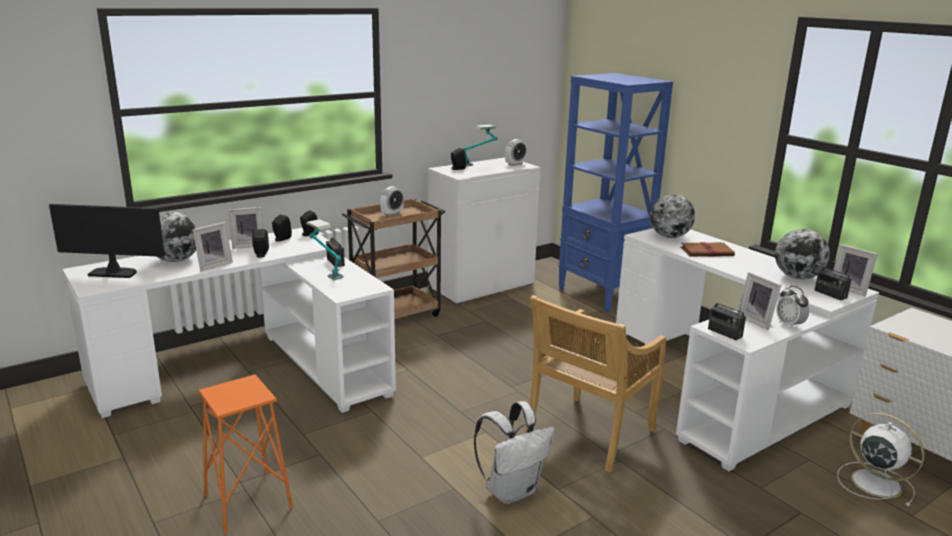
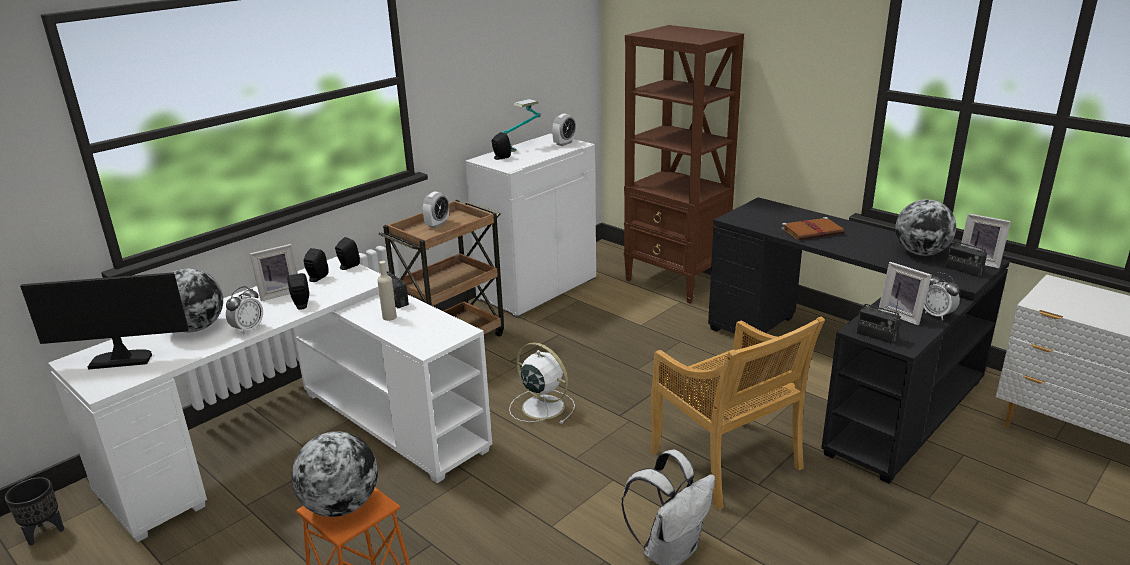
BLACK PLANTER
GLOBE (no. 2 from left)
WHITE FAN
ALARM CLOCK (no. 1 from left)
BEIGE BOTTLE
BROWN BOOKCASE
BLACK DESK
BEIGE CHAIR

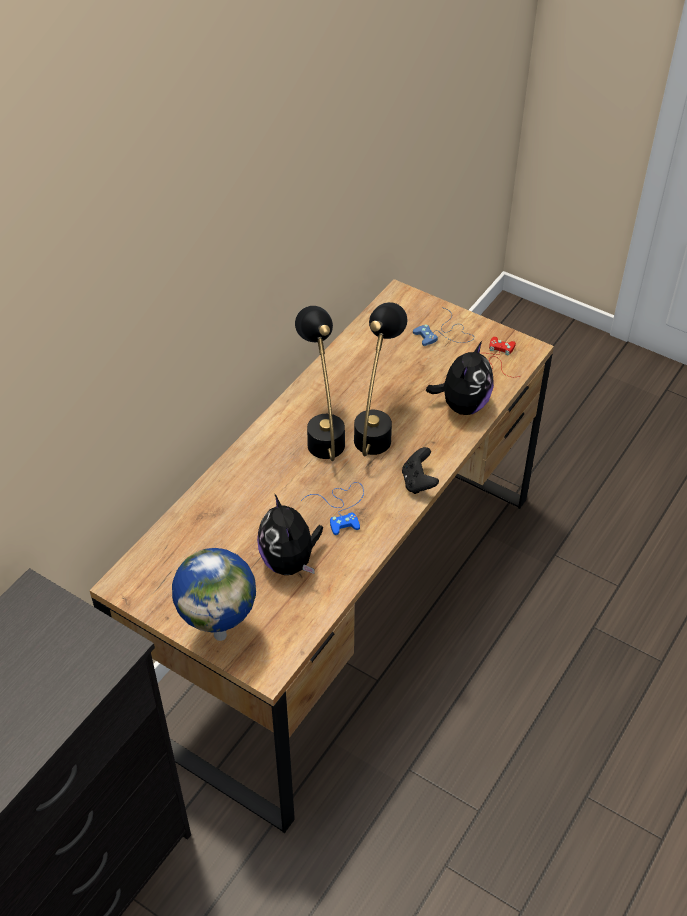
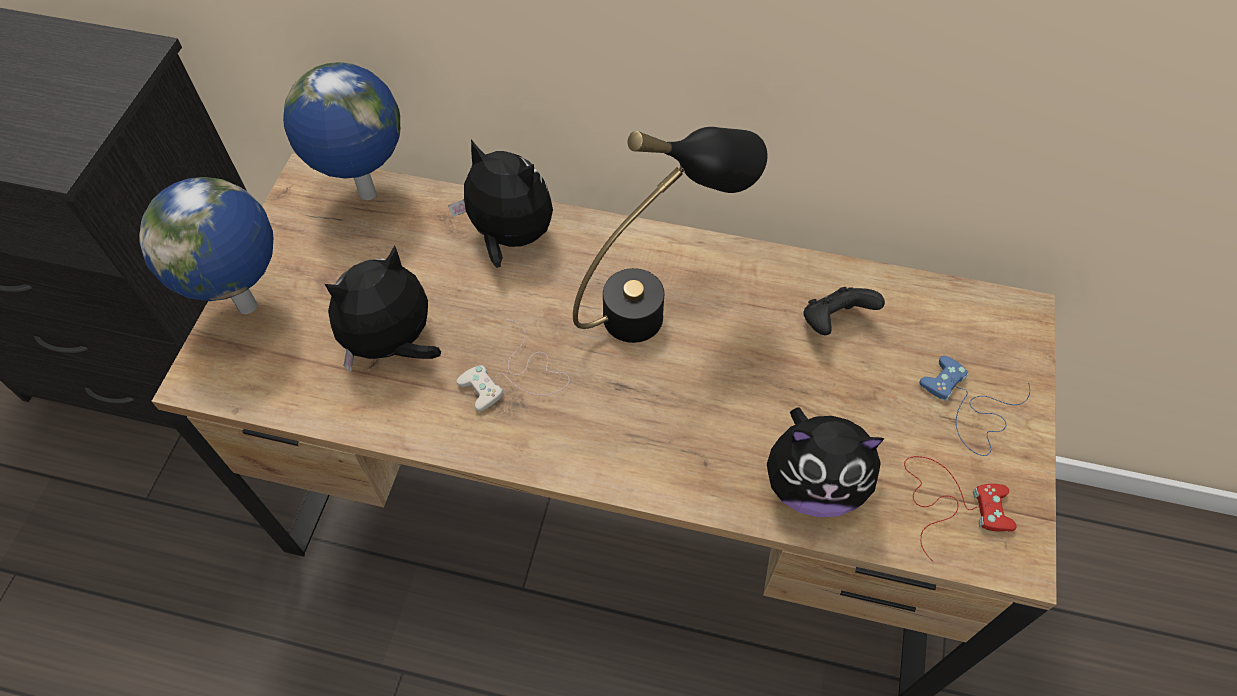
BLACK TABLE LAMP (no. 2 from left in the first image)
GLOBE (no. 2 from left)
PLUSH TOY (no. 2 from left)
BLACK GAME CONTROLLER
WHITE GAME CONTROLLER

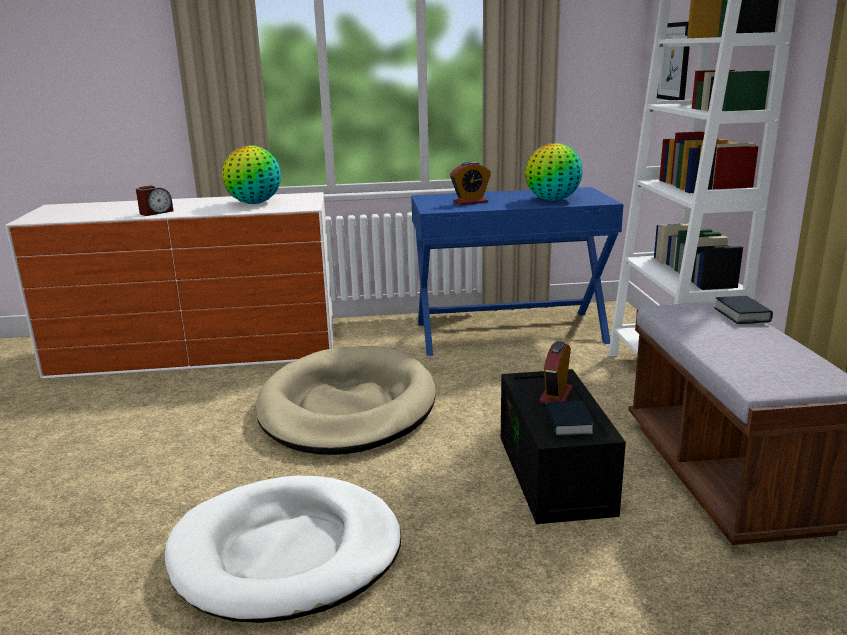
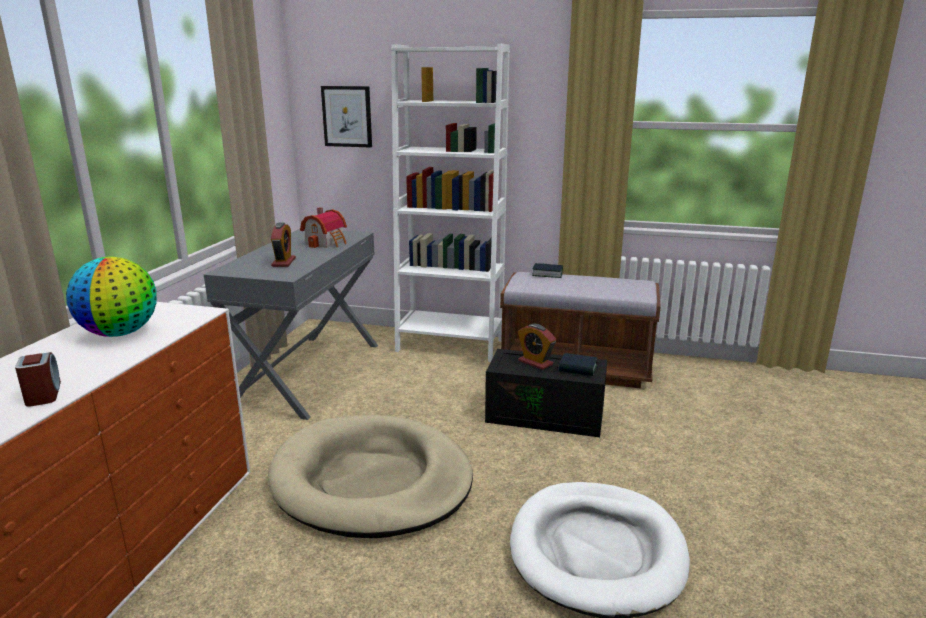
TOY HOUSE
GREY DESK

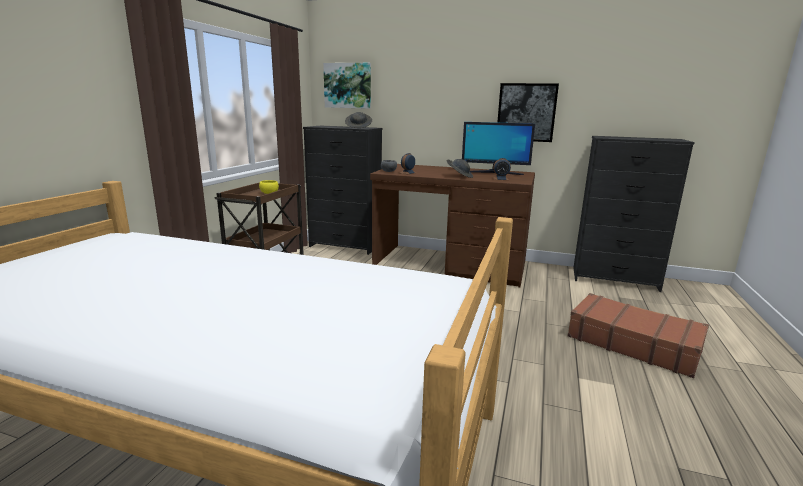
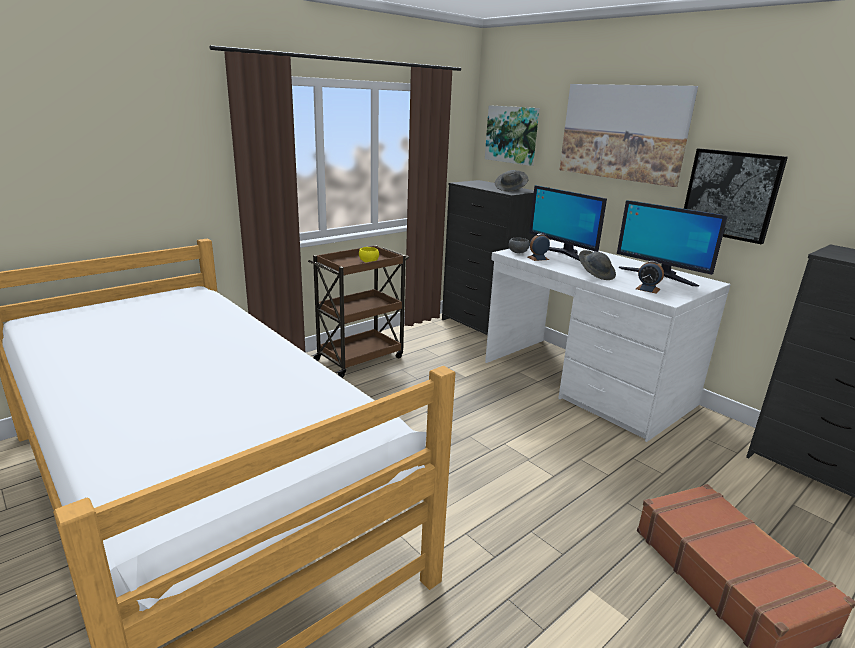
MONITOR (no. 1 from left)
PICTURE (no. 2 from left)
WHITE DESK

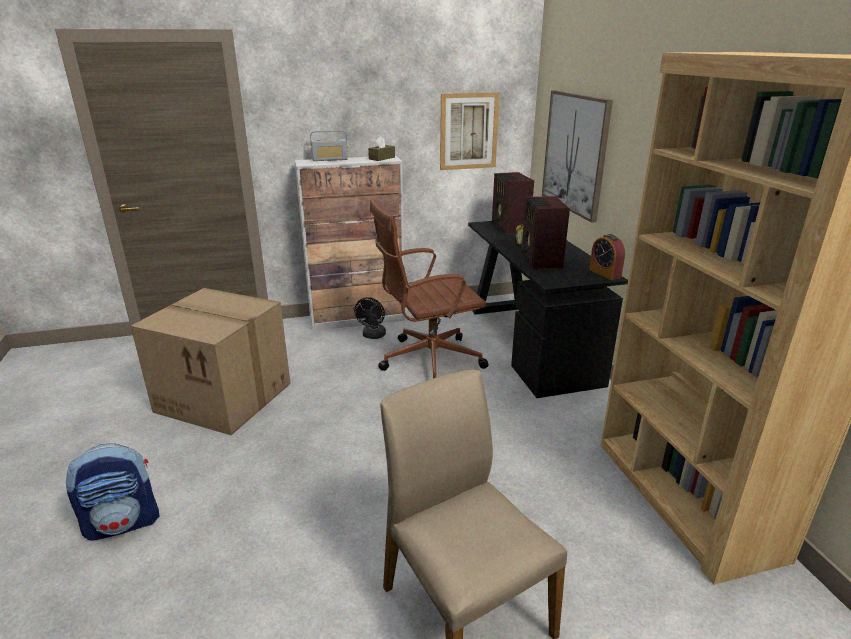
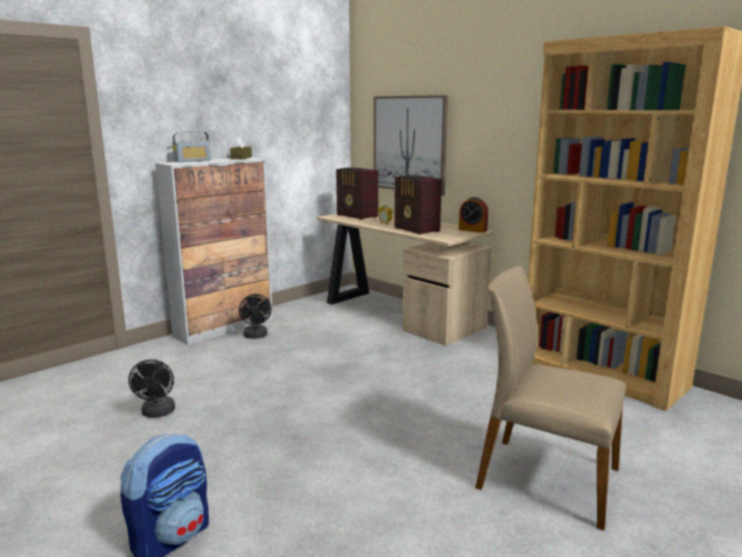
BROWN OFFICE CHAIR
PICTURE (no. 1 from left in the first image)
BLACK FAN (no. 1 from left)
BEIGE DESK

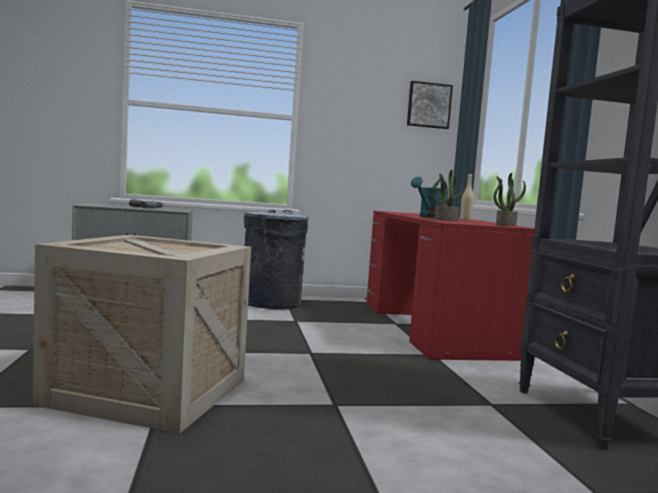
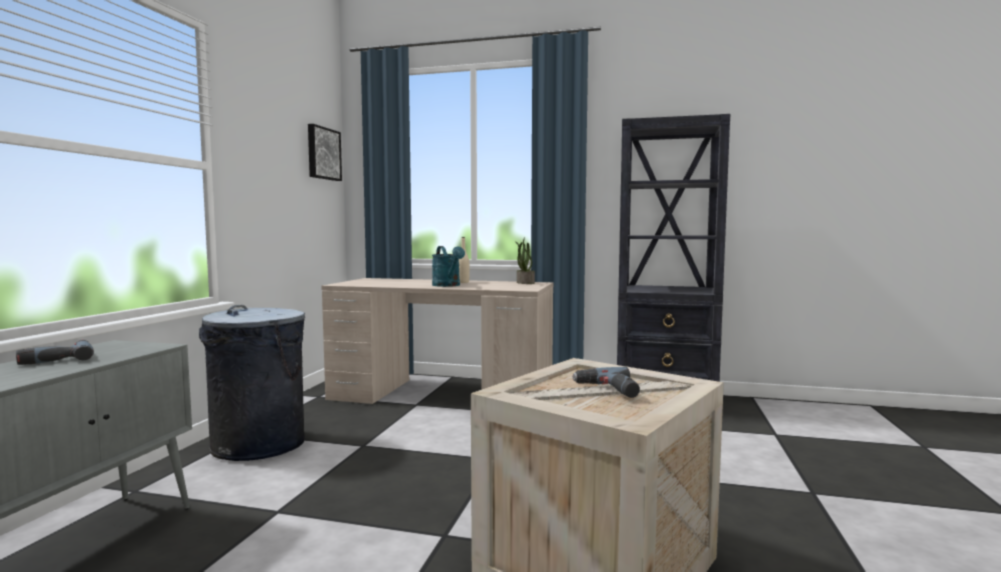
POTTED PLANT (no. 1 from left in the first image)
POWER DRILL (no. 2 from left)
BEIGE DESK

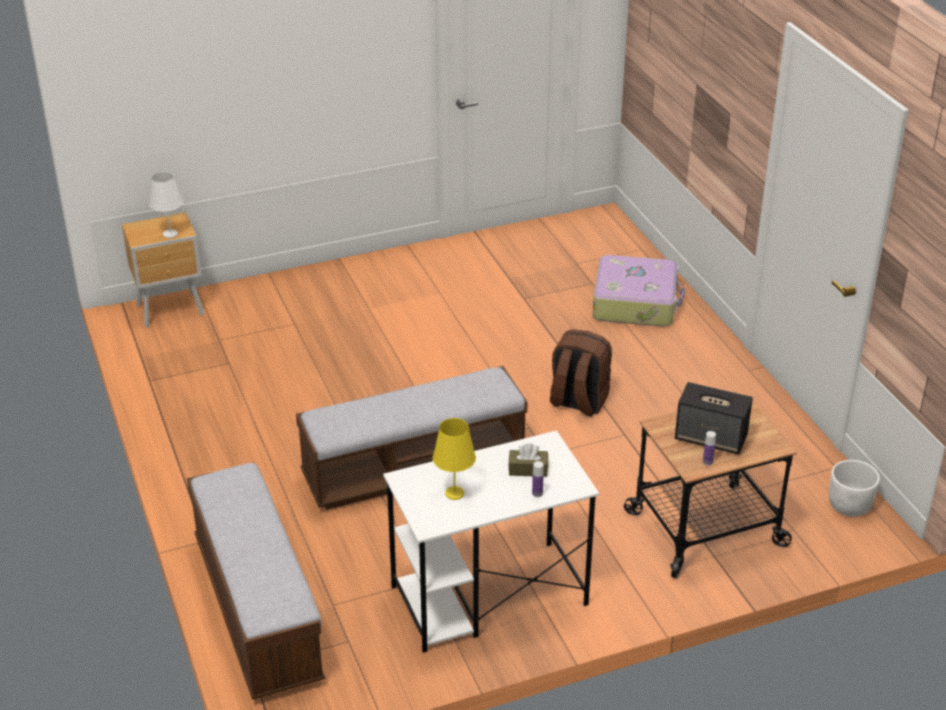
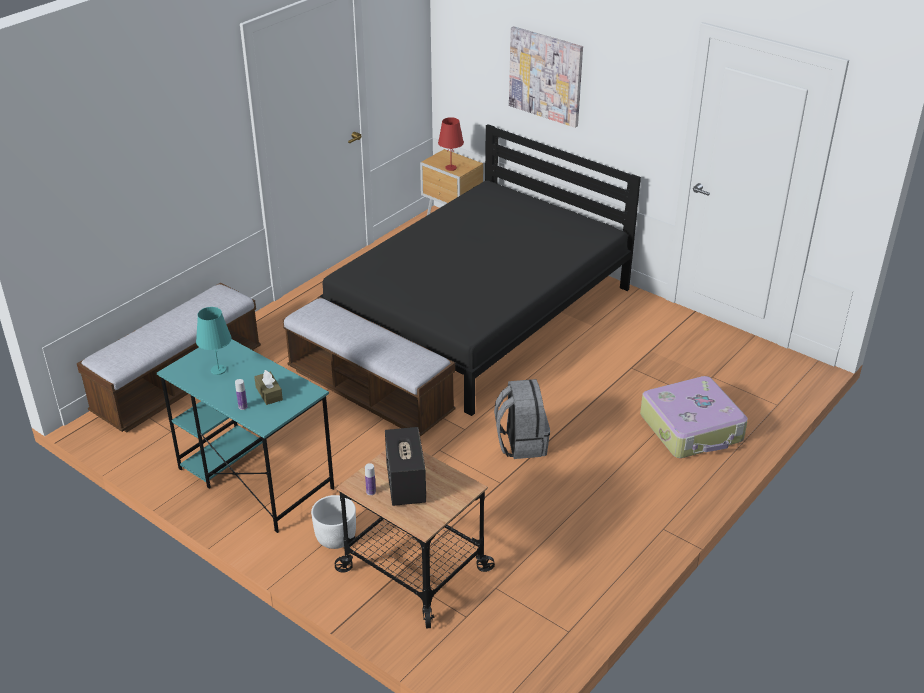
BLACK BED
PICTURE
WHITE PLANTER
RED TABLE LAMP
TURQUOISE DESK
TURQUOISE TABLE LAMP
GREY BACKPACK

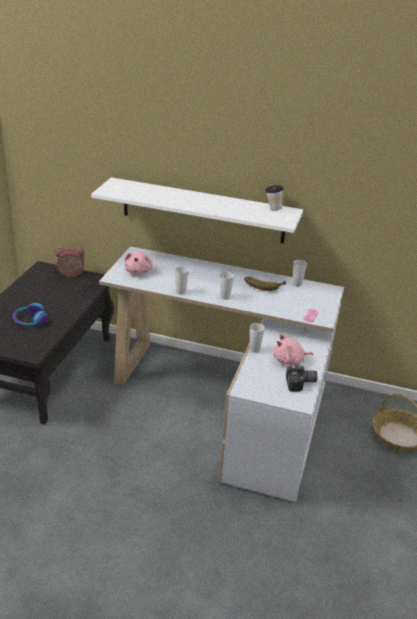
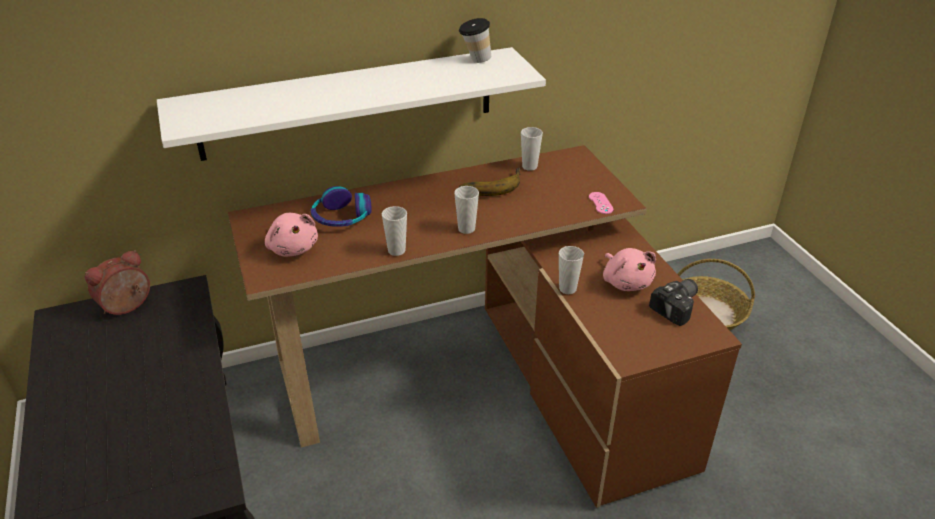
HEADPHONES
BROWN DESK
PINK PLUSH TOY (no. 2 from left)

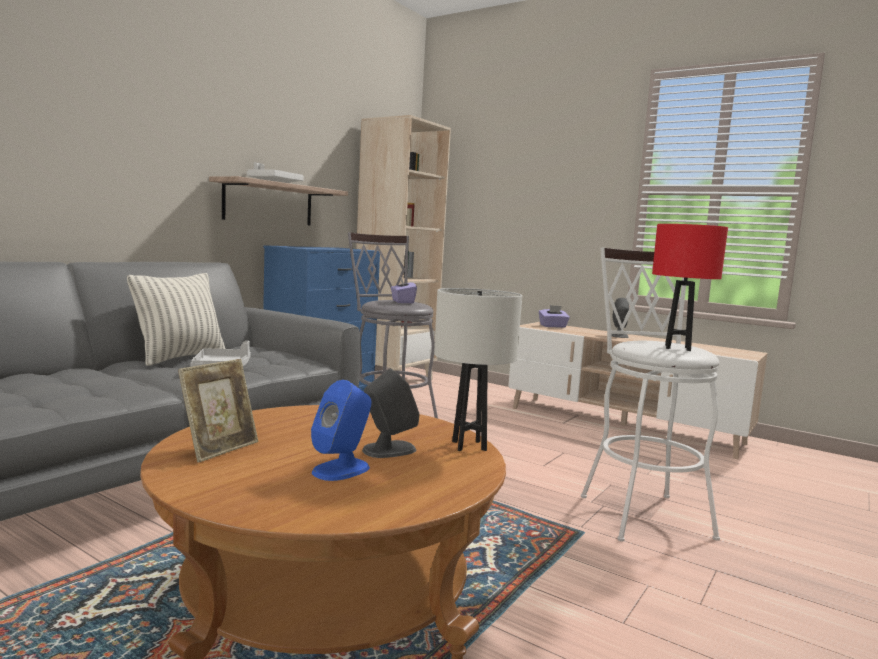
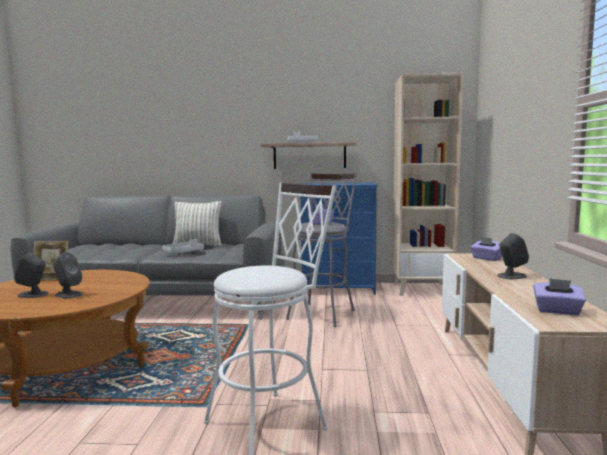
WHITE TABLE LAMP
RED TABLE LAMP
PURPLE TISSUE BOX (no. 3 from left)
GREY SPEAKER (no. 1 from left)

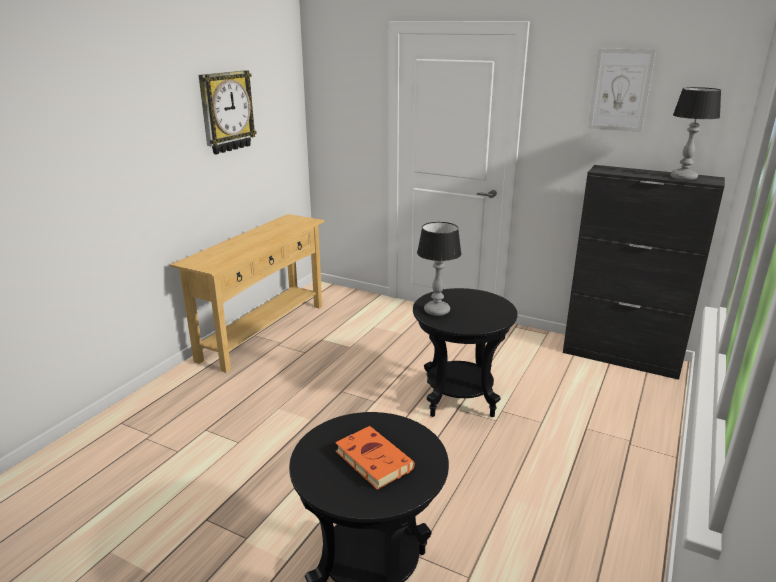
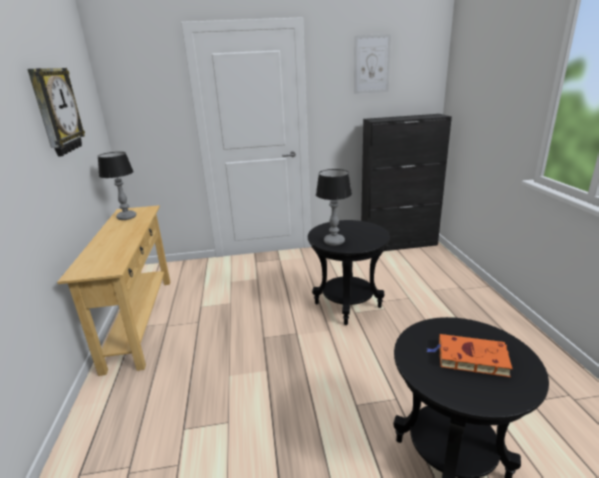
TABLE LAMP (no. 1 from left)

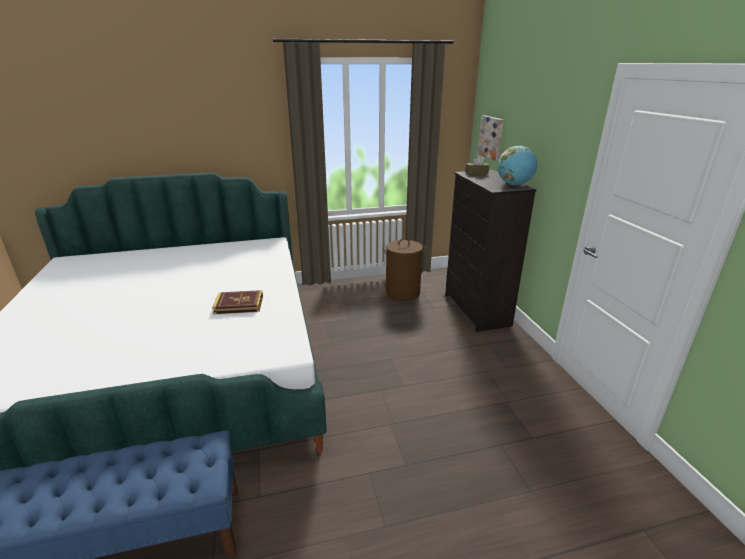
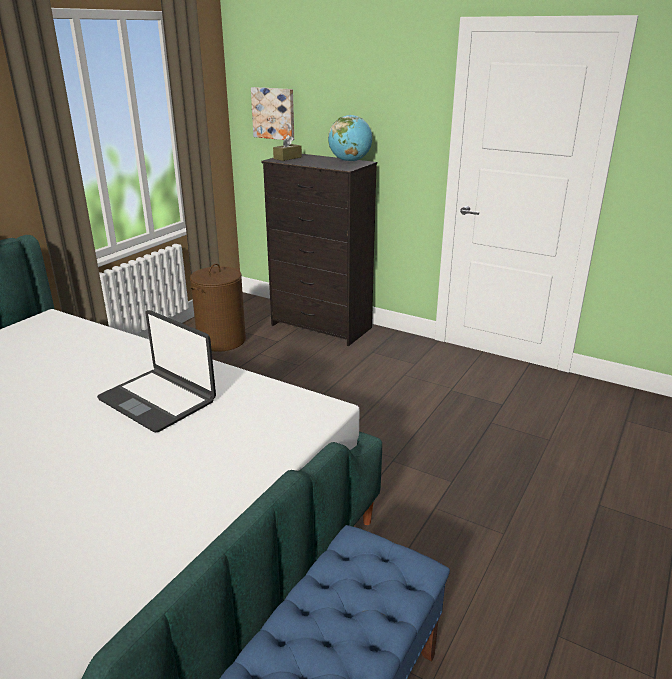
LAPTOP

